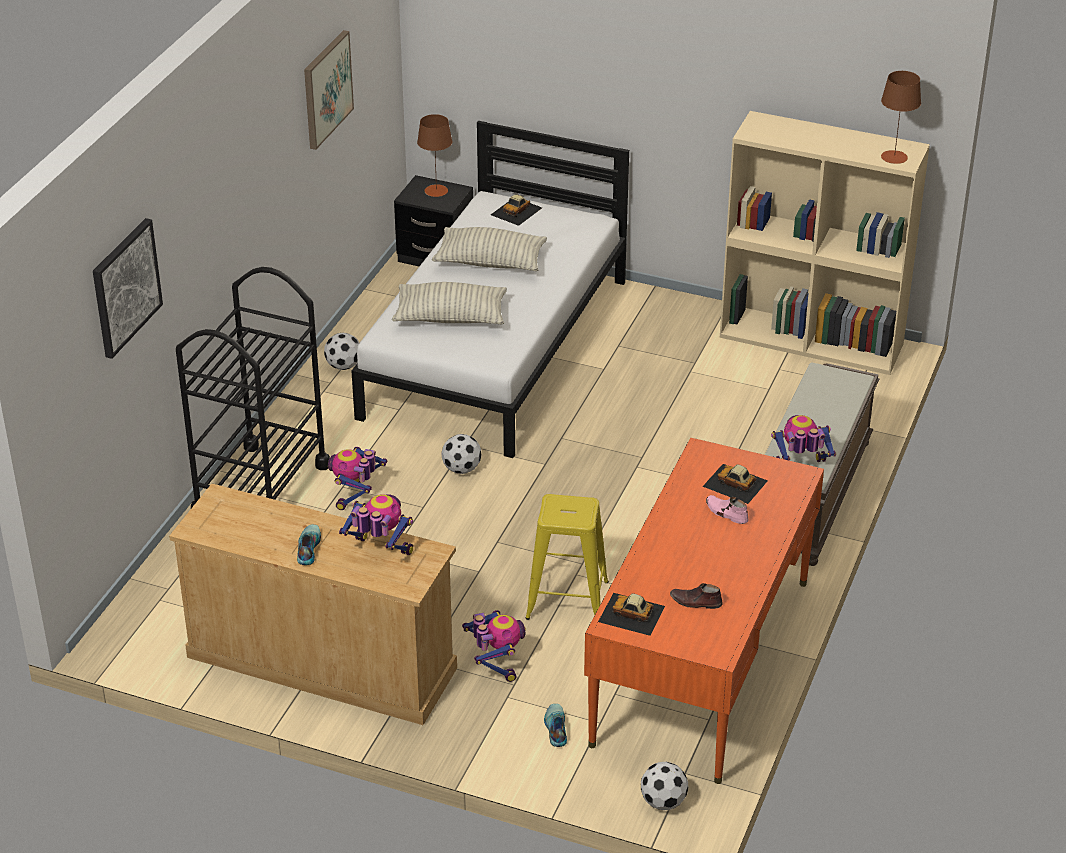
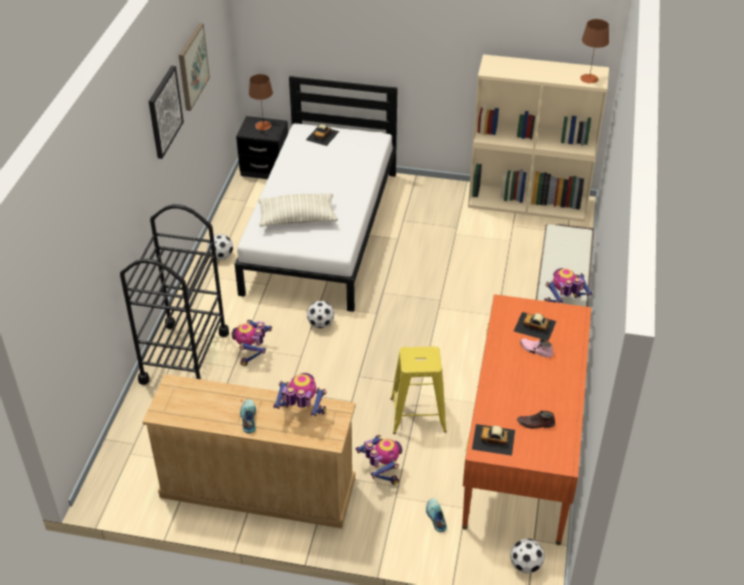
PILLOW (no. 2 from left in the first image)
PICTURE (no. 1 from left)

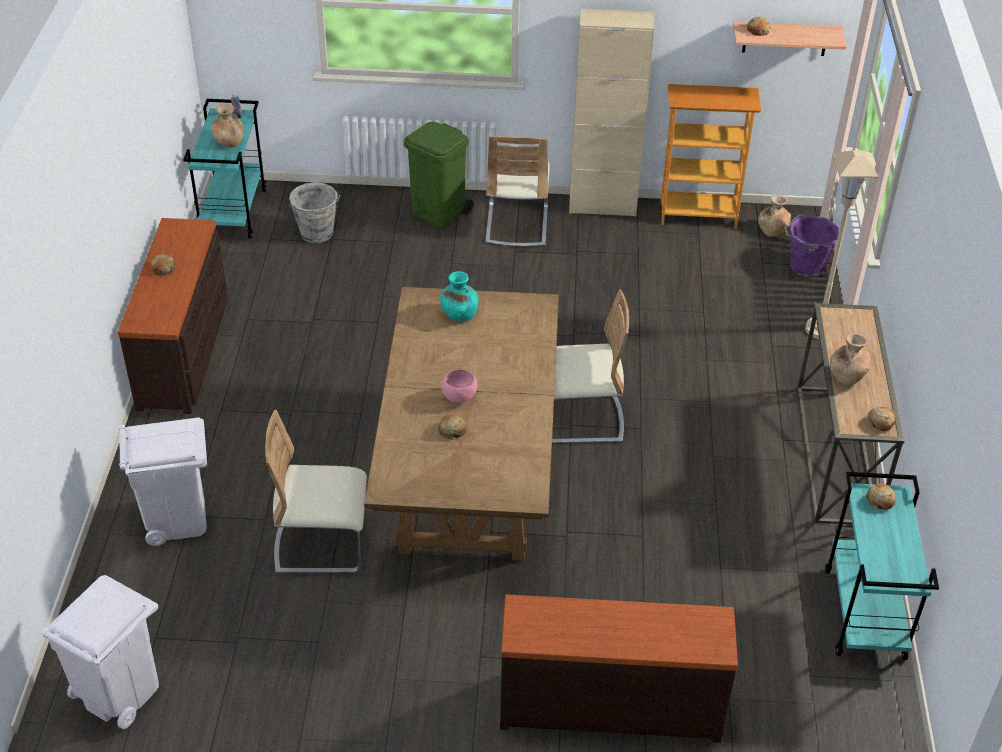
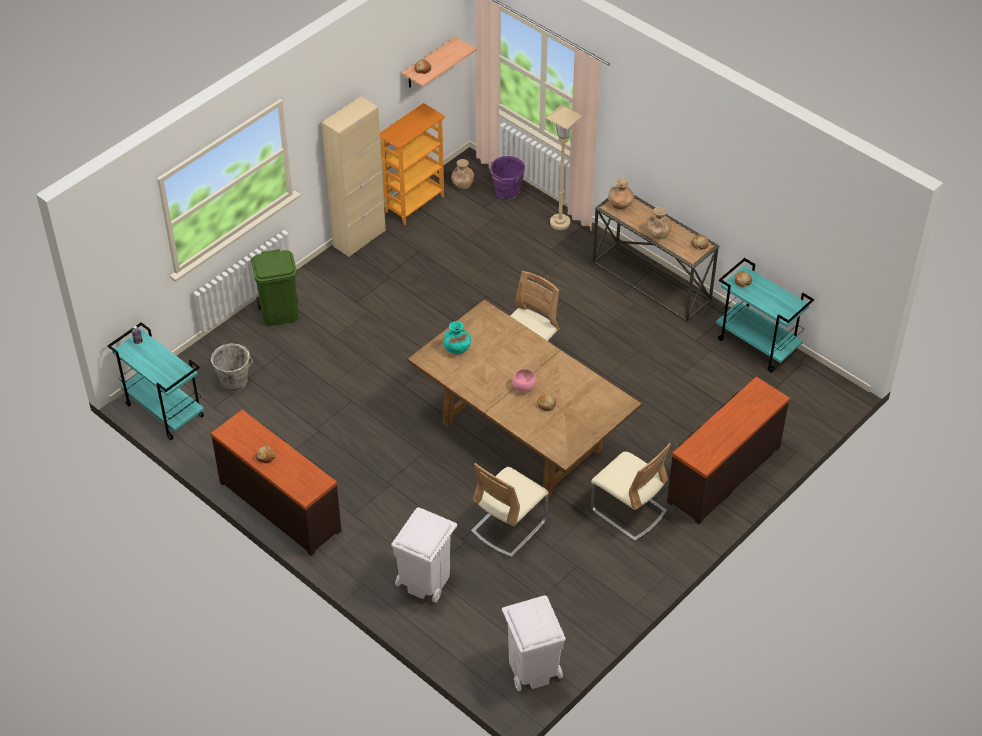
BROWN VASE (no. 2 from left)
BEIGE CHAIR (no. 3 from left)

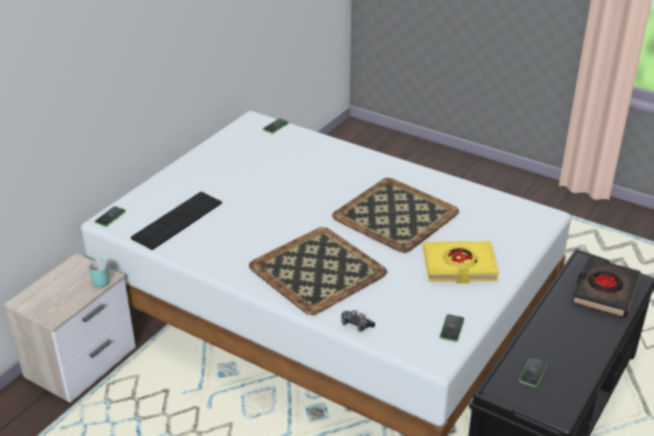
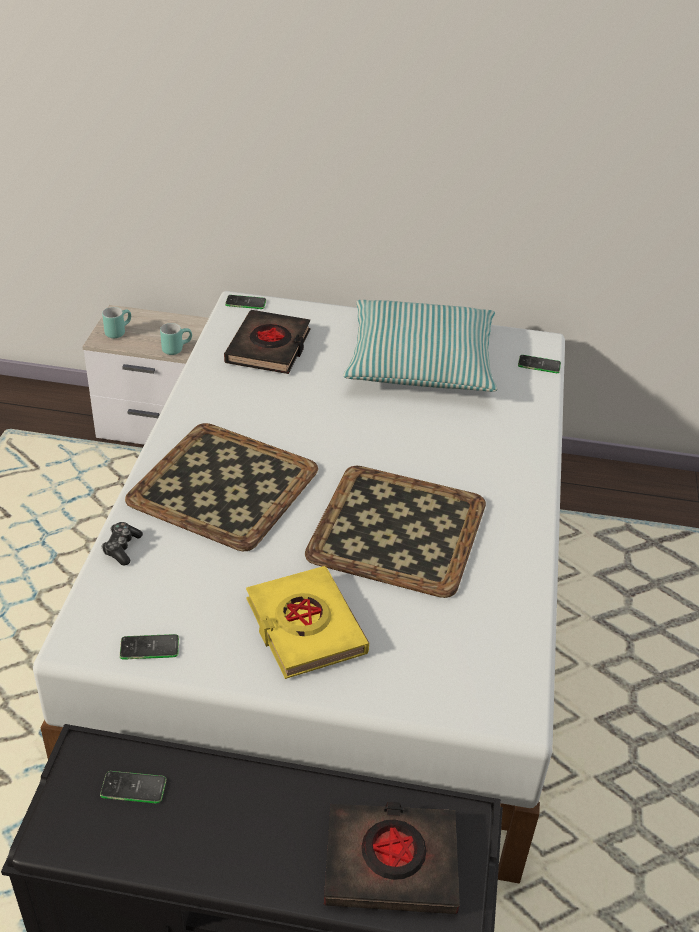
TURQUOISE MUG (no. 1 from left)
PILLOW
BLACK BOOK (no. 1 from left)

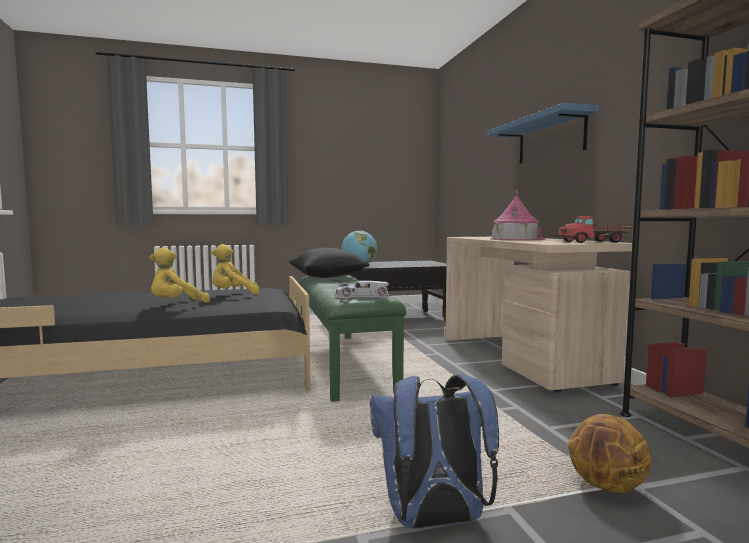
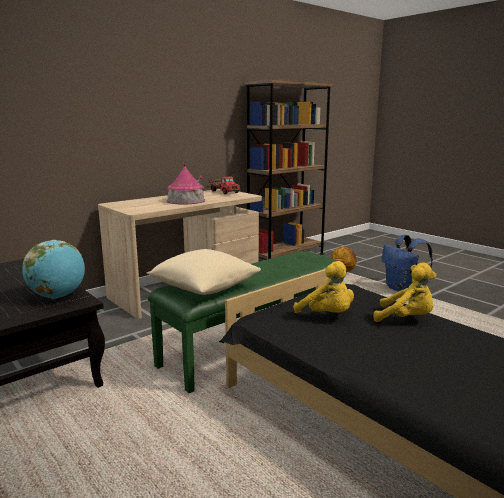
WHITE TOY CAR
BLUE SHELF
BEIGE PILLOW

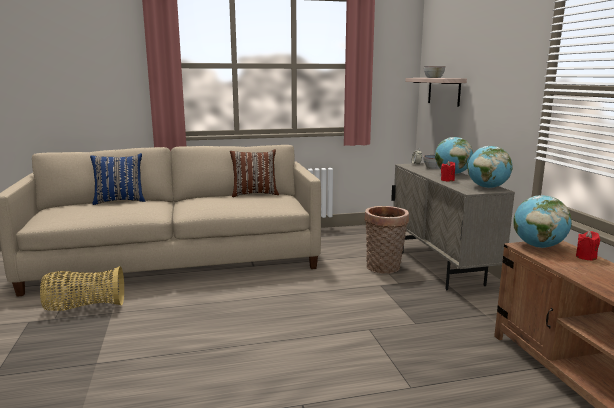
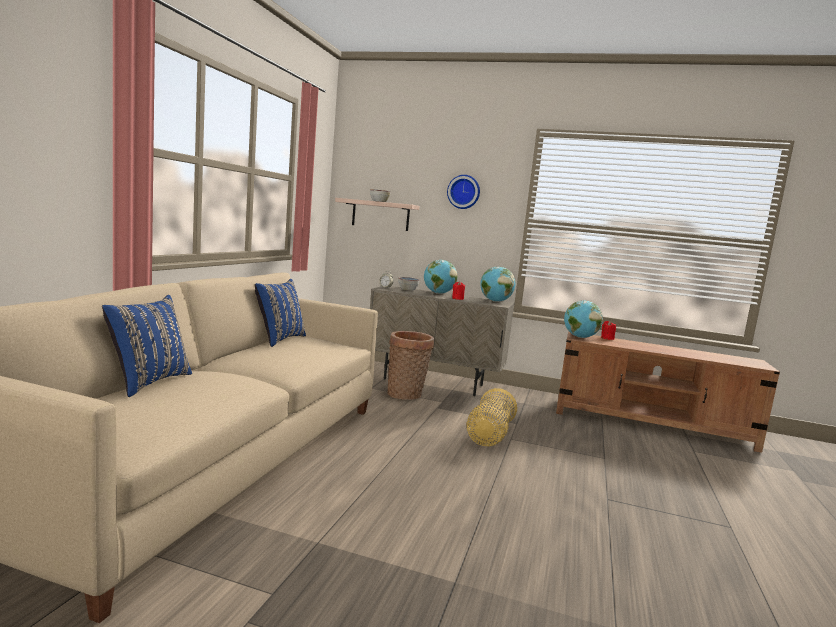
WALL CLOCK
BASKET (no. 2 from left)
BLUE PILLOW (no. 2 from left)

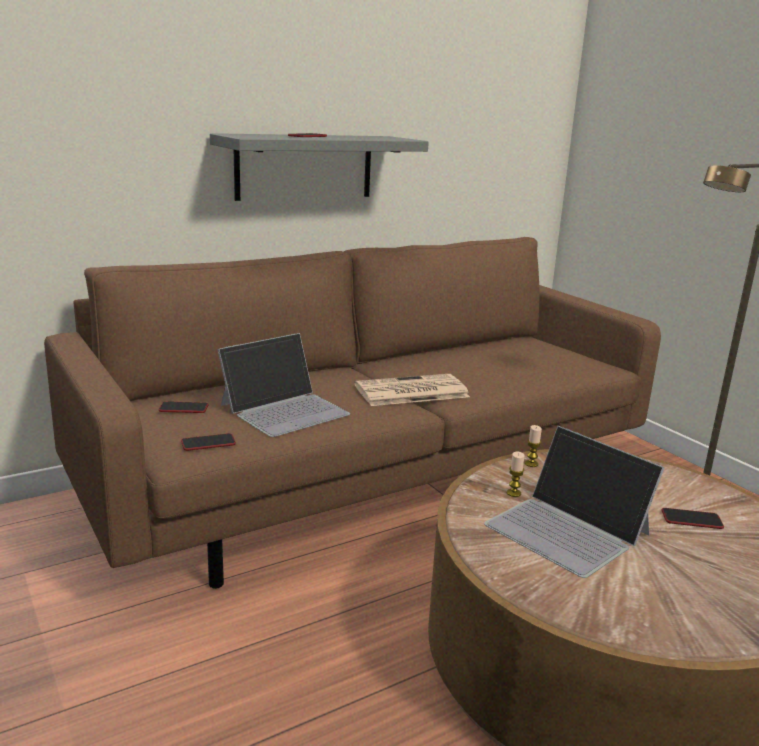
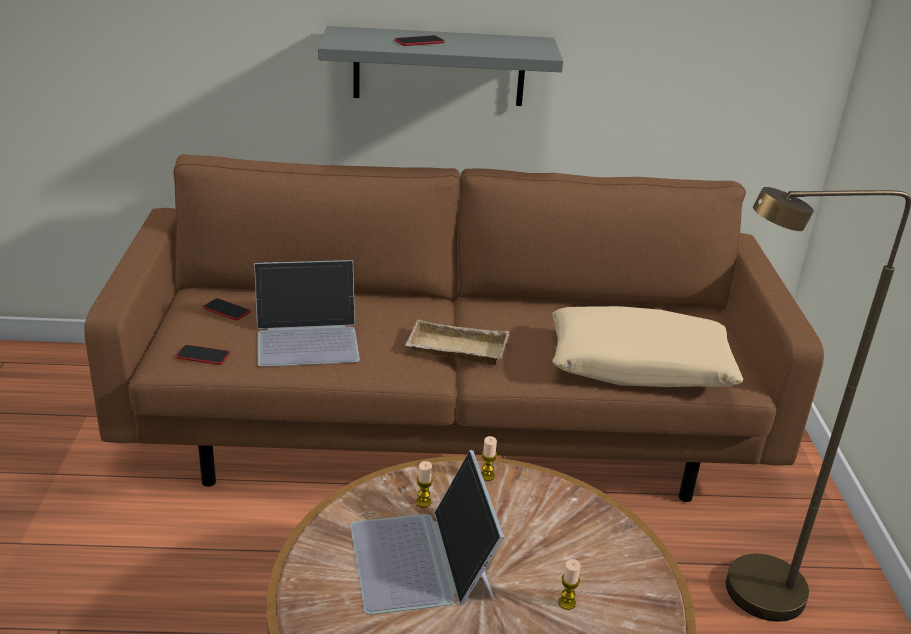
BEIGE PILLOW
BEIGE TRAY
CANDLE (no. 3 from left)

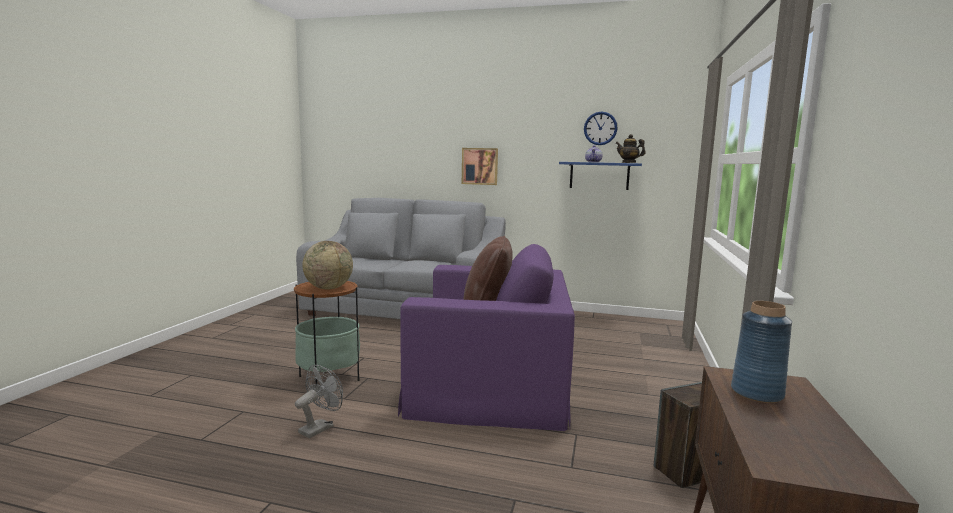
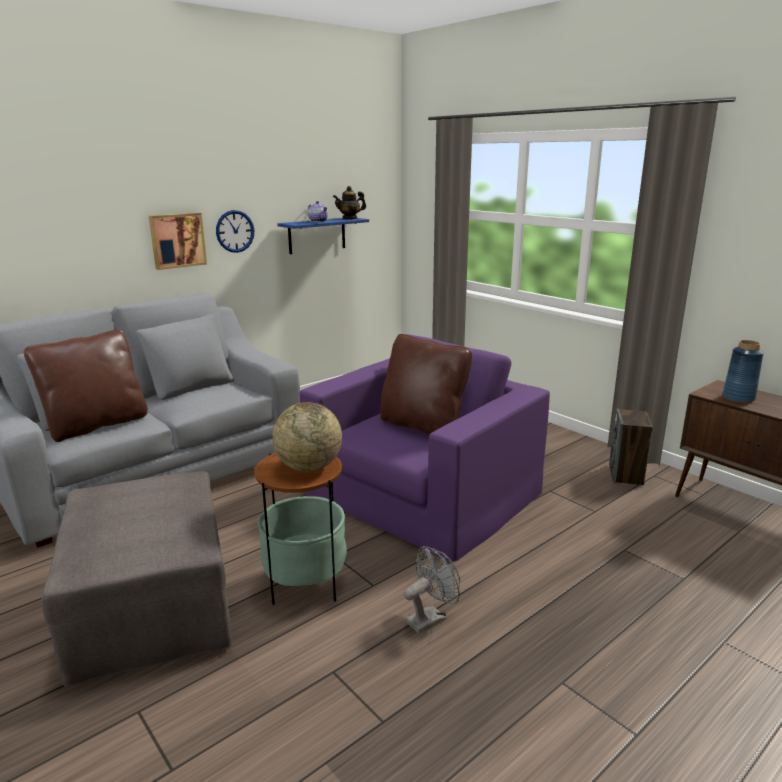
BROWN PILLOW (no. 1 from left)
GREY OTTOMAN
WALL CLOCK
GREY FAN

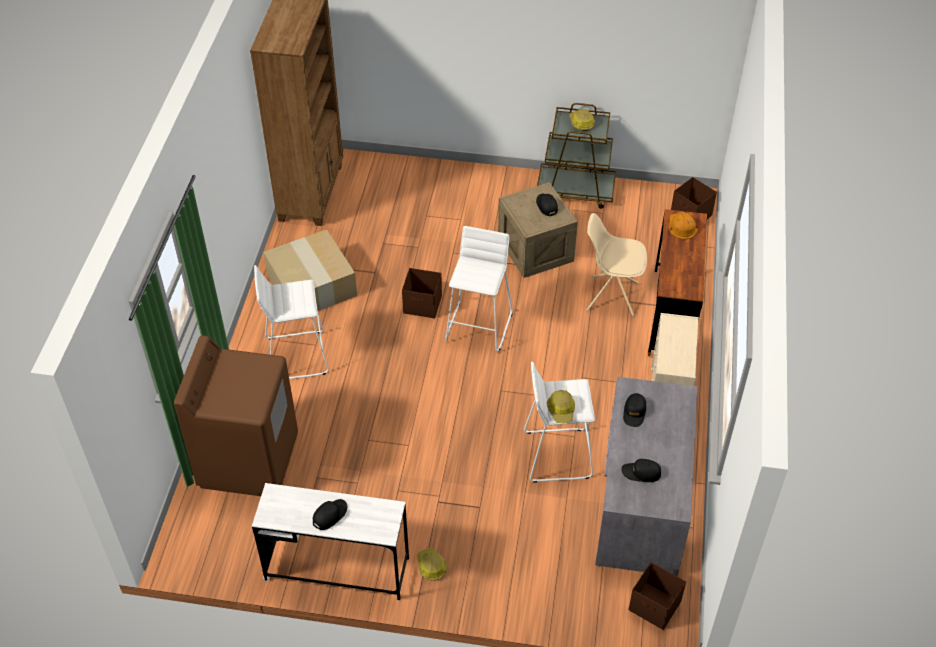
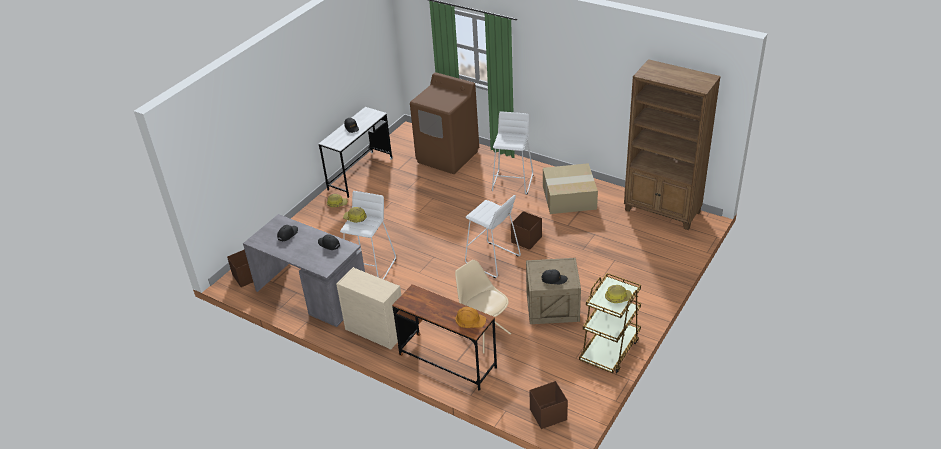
BEIGE CHAIR

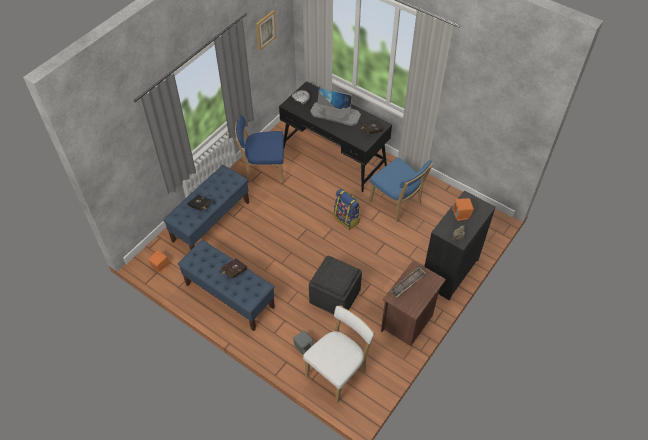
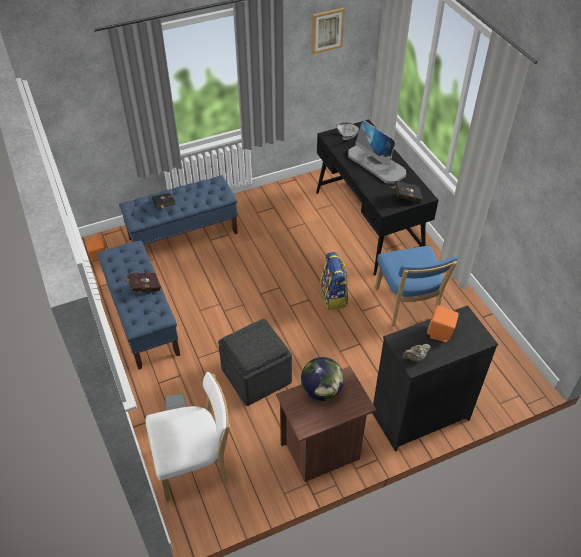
BLUE CHAIR (no. 1 from left in the first image)
GLOBE

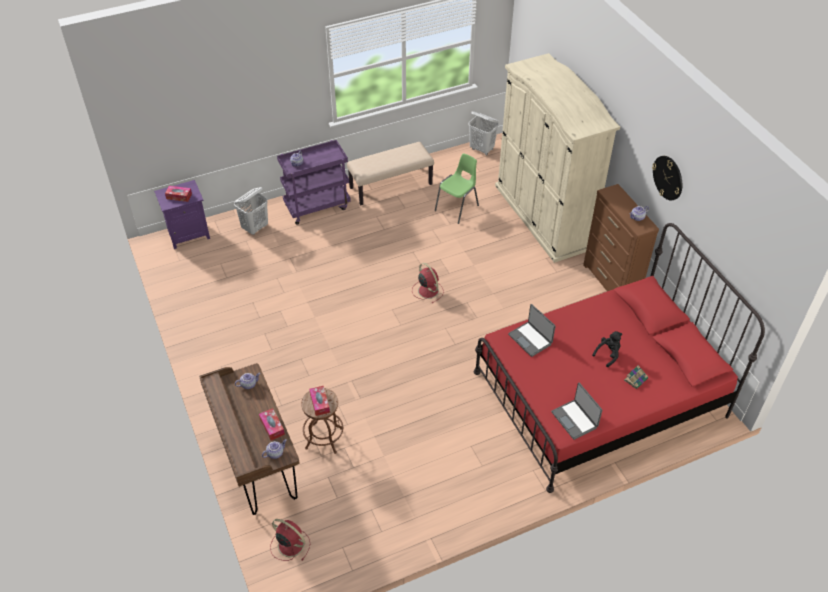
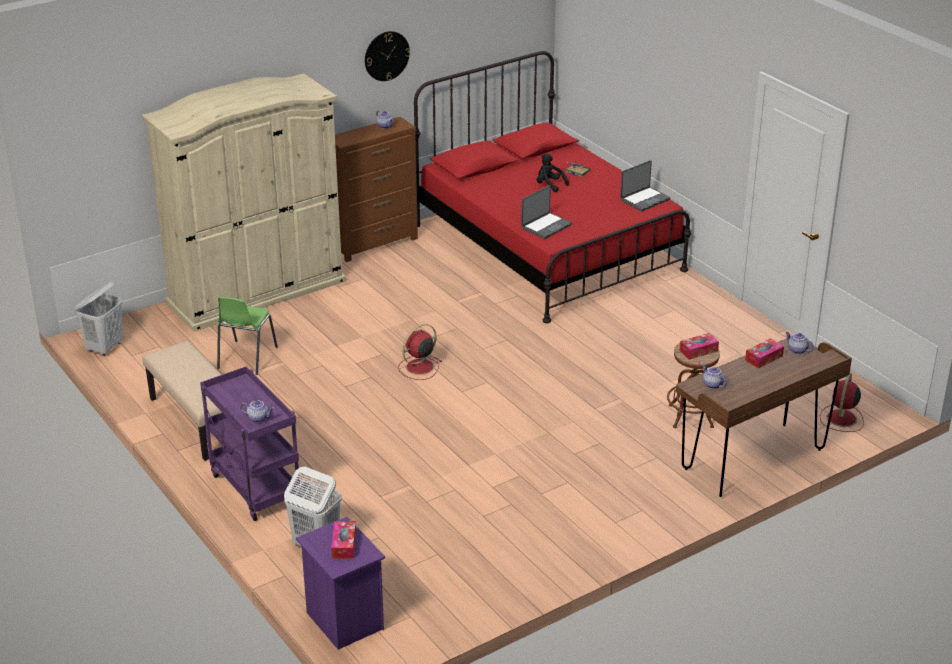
GREEN CHAIR

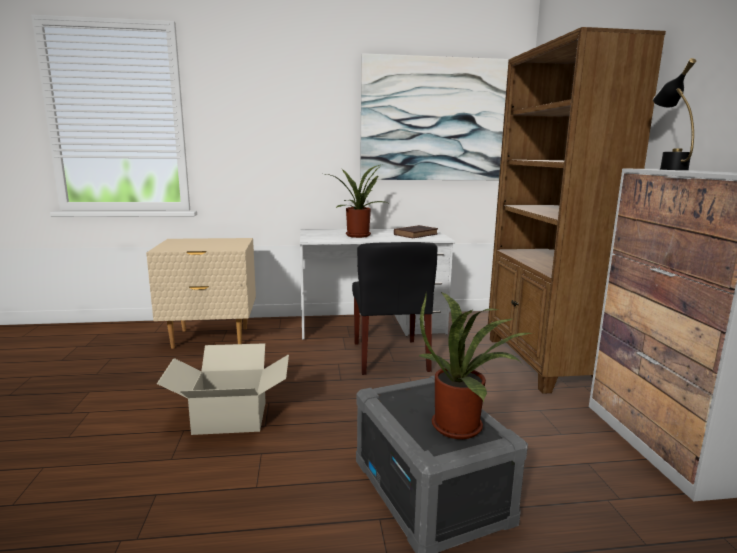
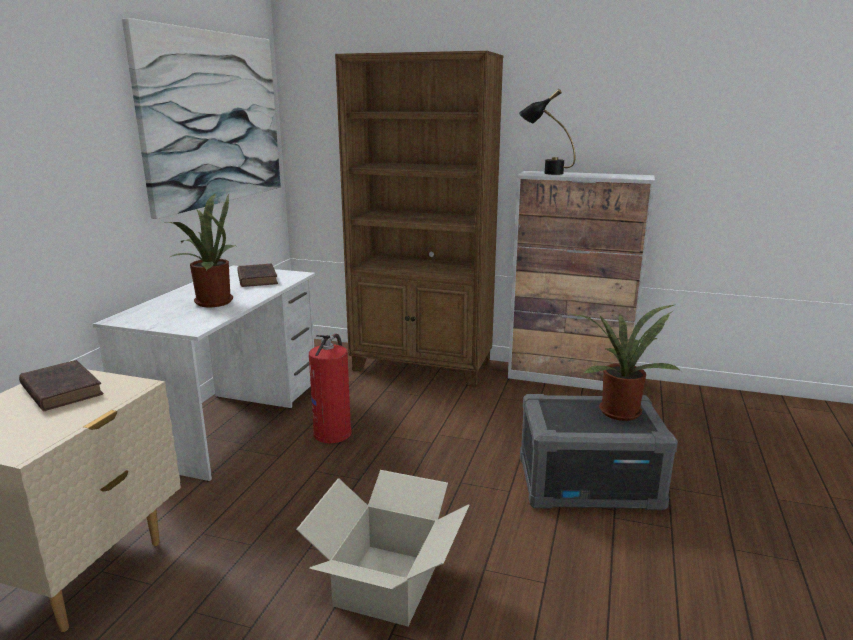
BROWN BOOK (no. 1 from left)
FIRE EXTINGUISHER

